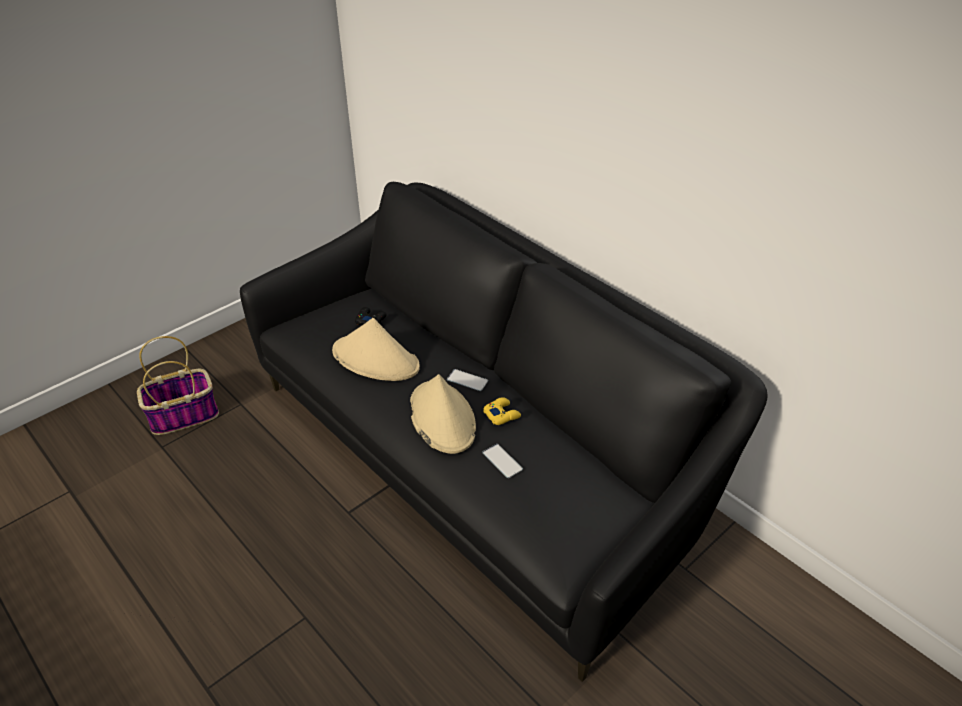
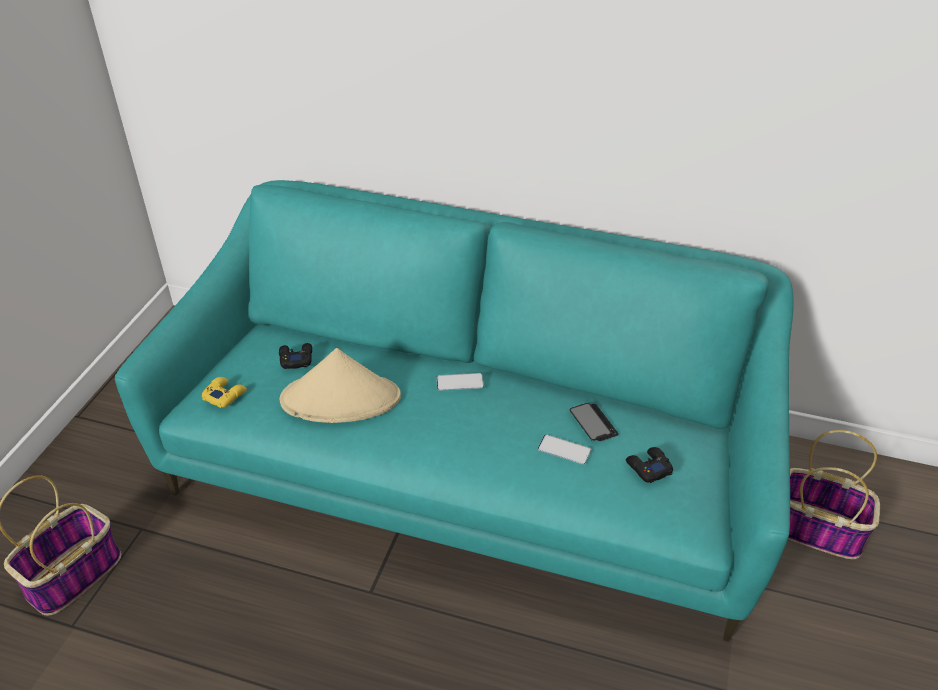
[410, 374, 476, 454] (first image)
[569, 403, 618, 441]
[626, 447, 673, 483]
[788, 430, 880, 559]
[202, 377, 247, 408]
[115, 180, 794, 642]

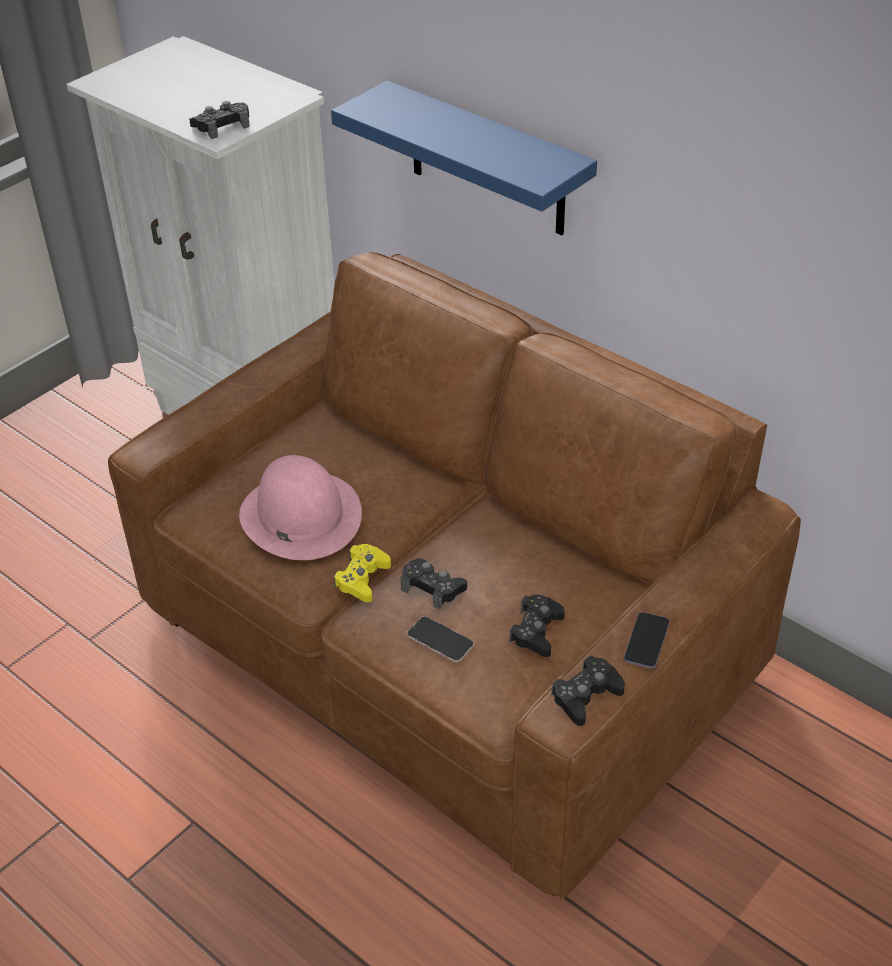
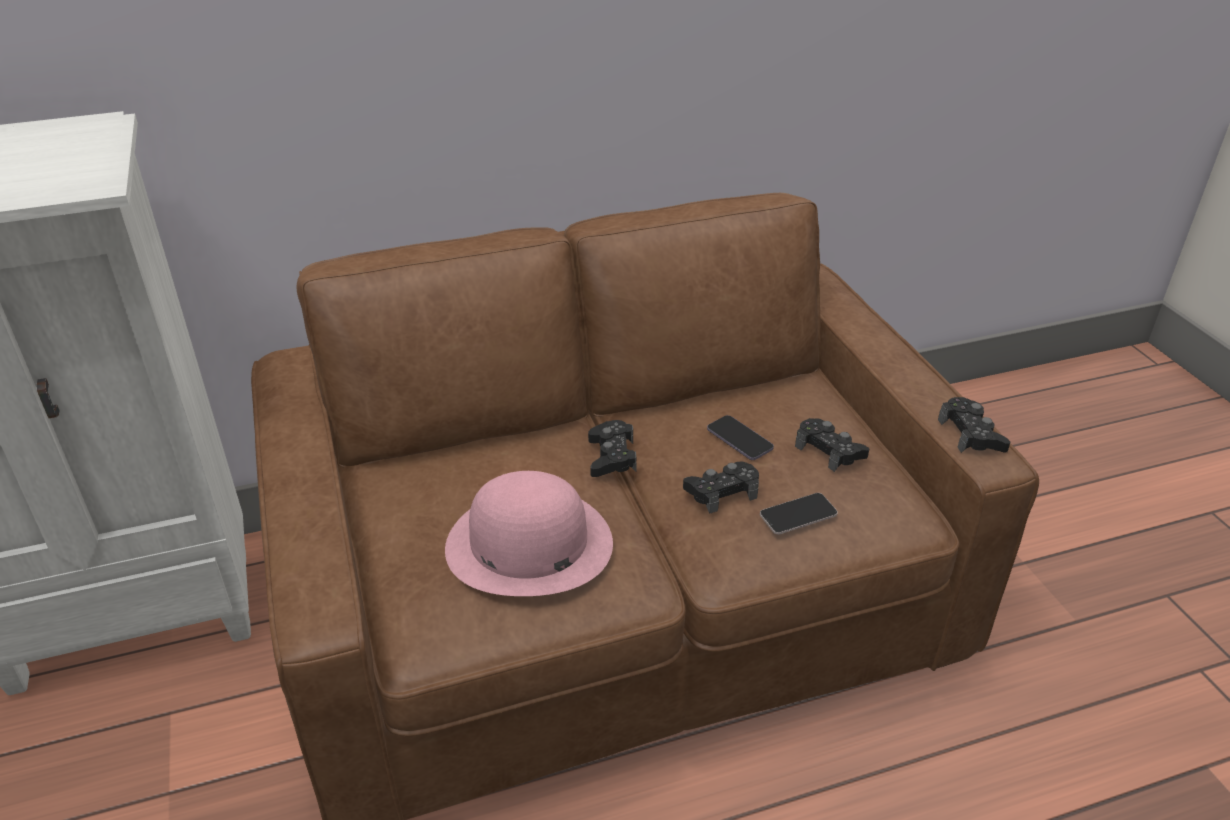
[331, 80, 597, 235] (first image)
[334, 544, 391, 602] (first image)
[588, 420, 637, 477]
[707, 415, 774, 460]

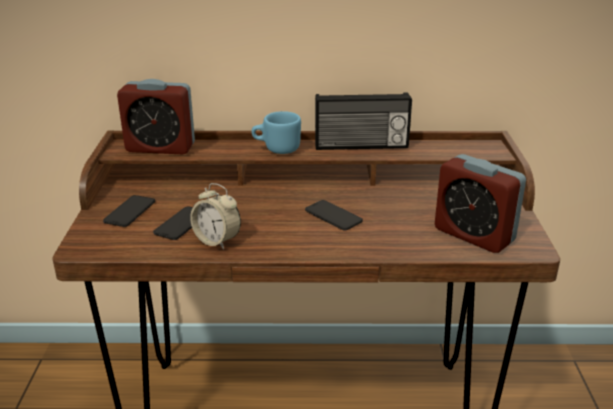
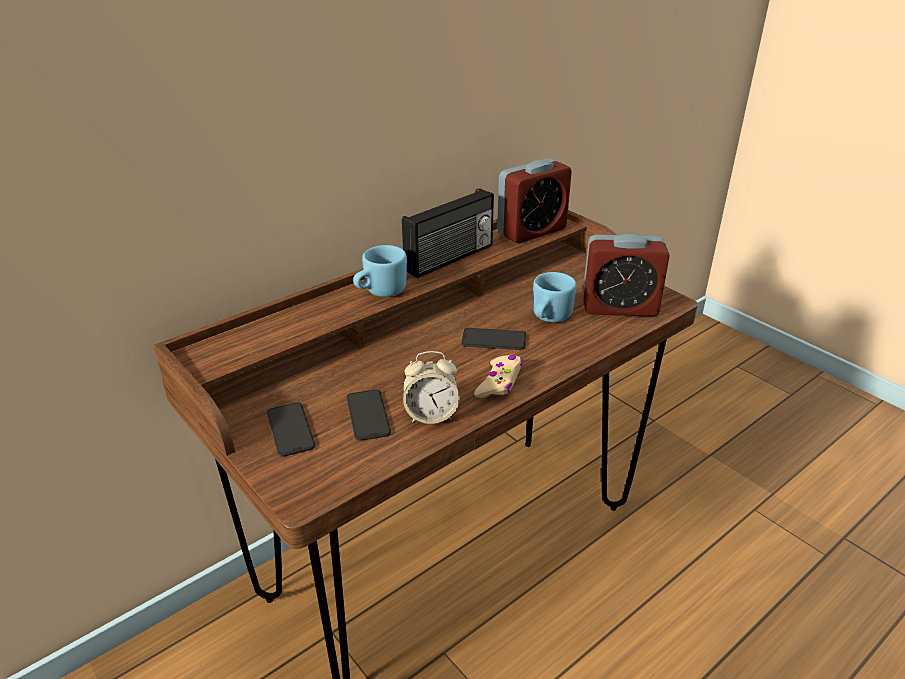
[474, 355, 522, 398]
[533, 272, 577, 323]
[497, 158, 572, 243]

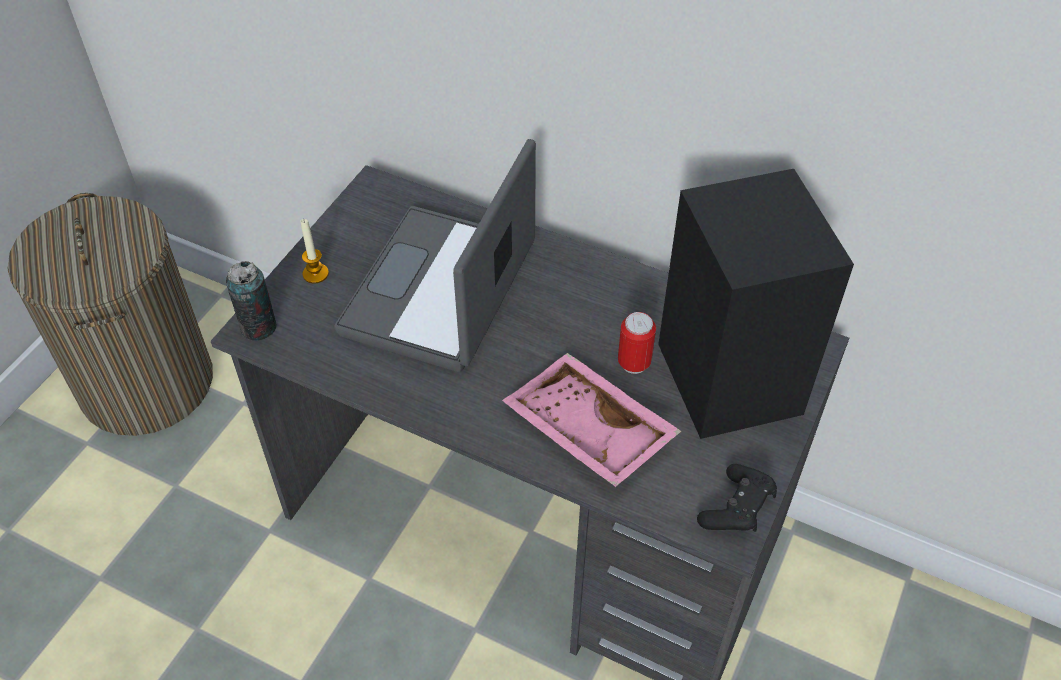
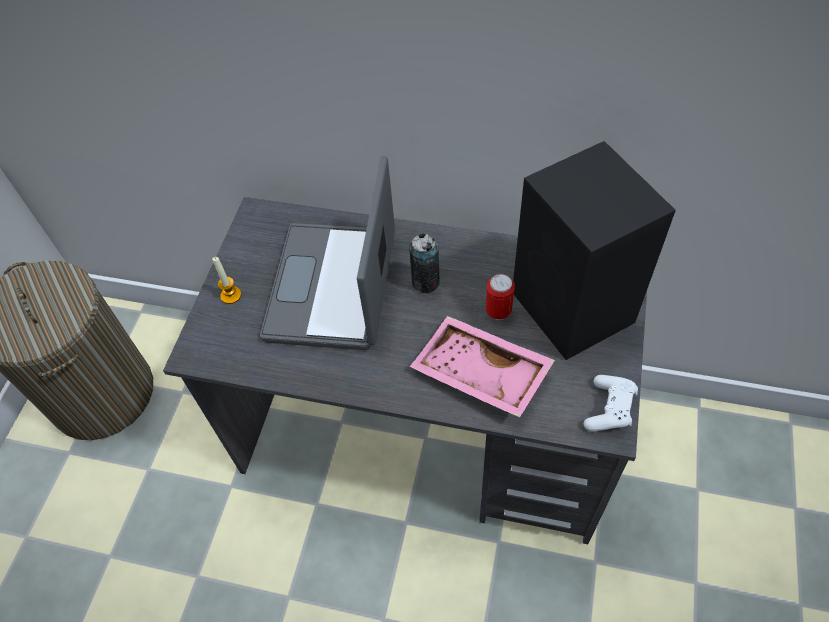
[409, 233, 440, 293]
[584, 375, 638, 432]

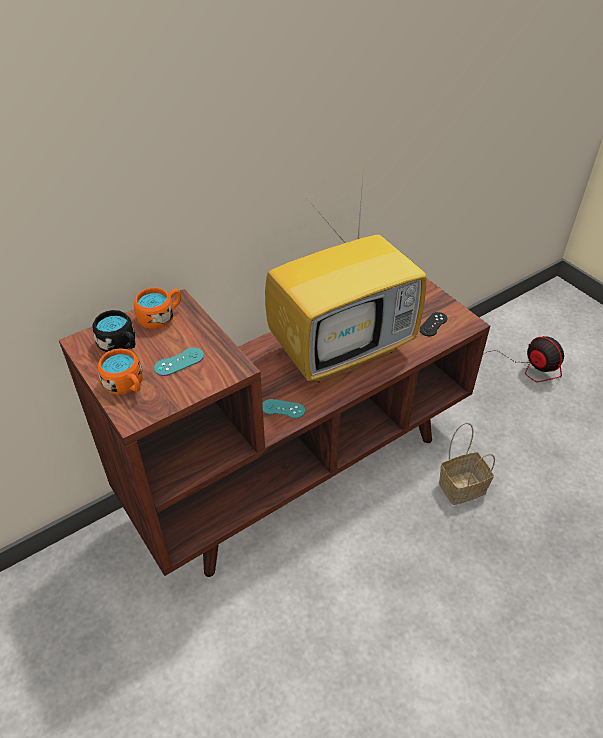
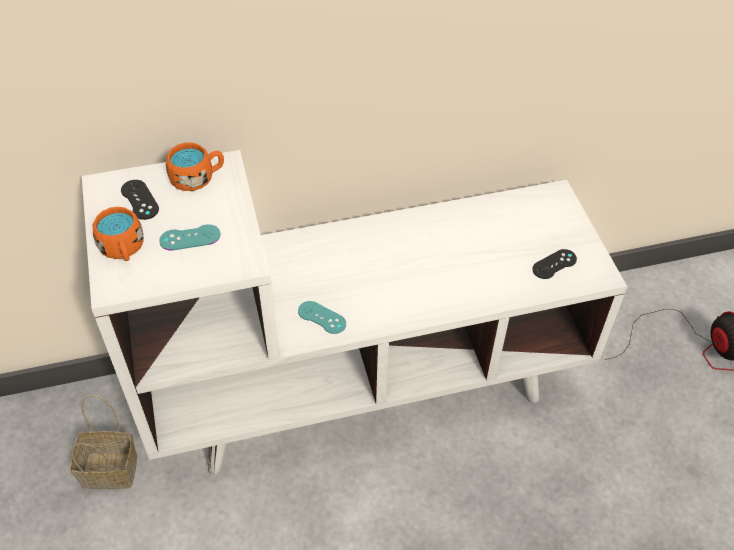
[265, 166, 427, 383] (first image)
[70, 395, 137, 489]
[121, 180, 159, 220]
[82, 150, 627, 475]

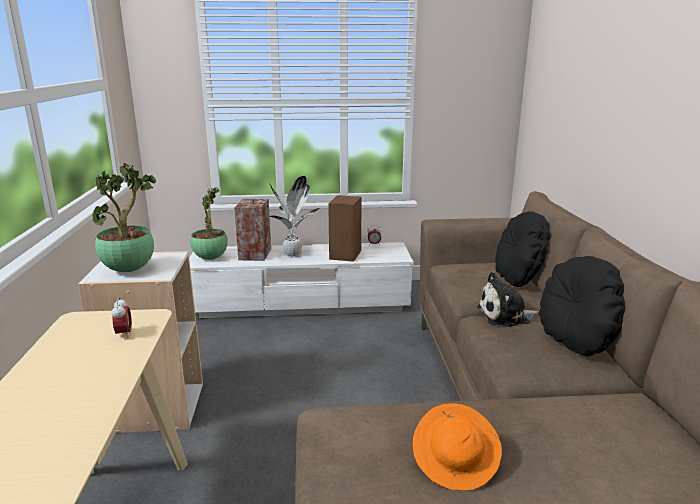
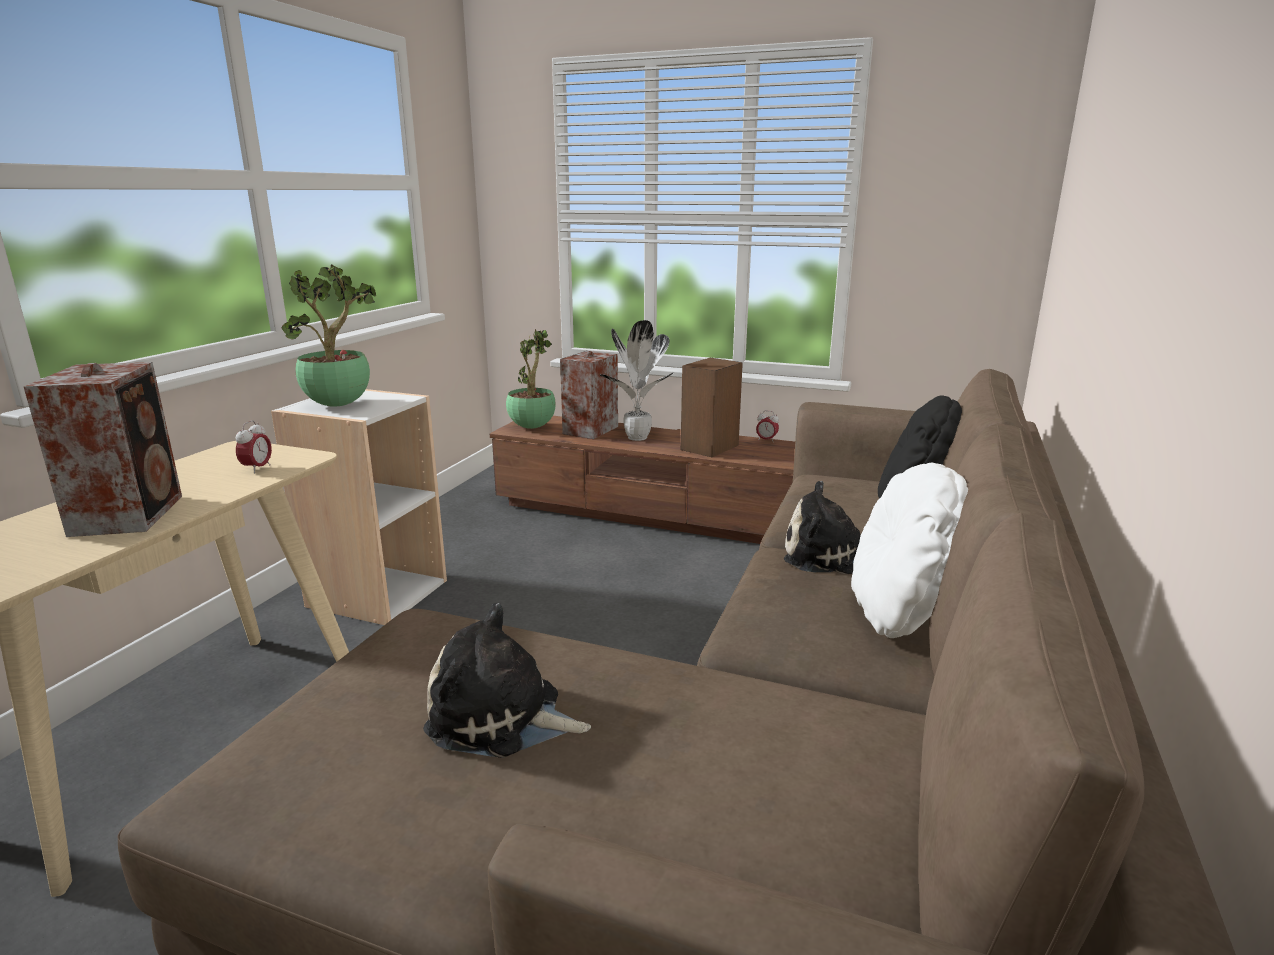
[23, 362, 182, 537]
[423, 603, 591, 758]
[490, 416, 795, 544]
[851, 463, 968, 638]

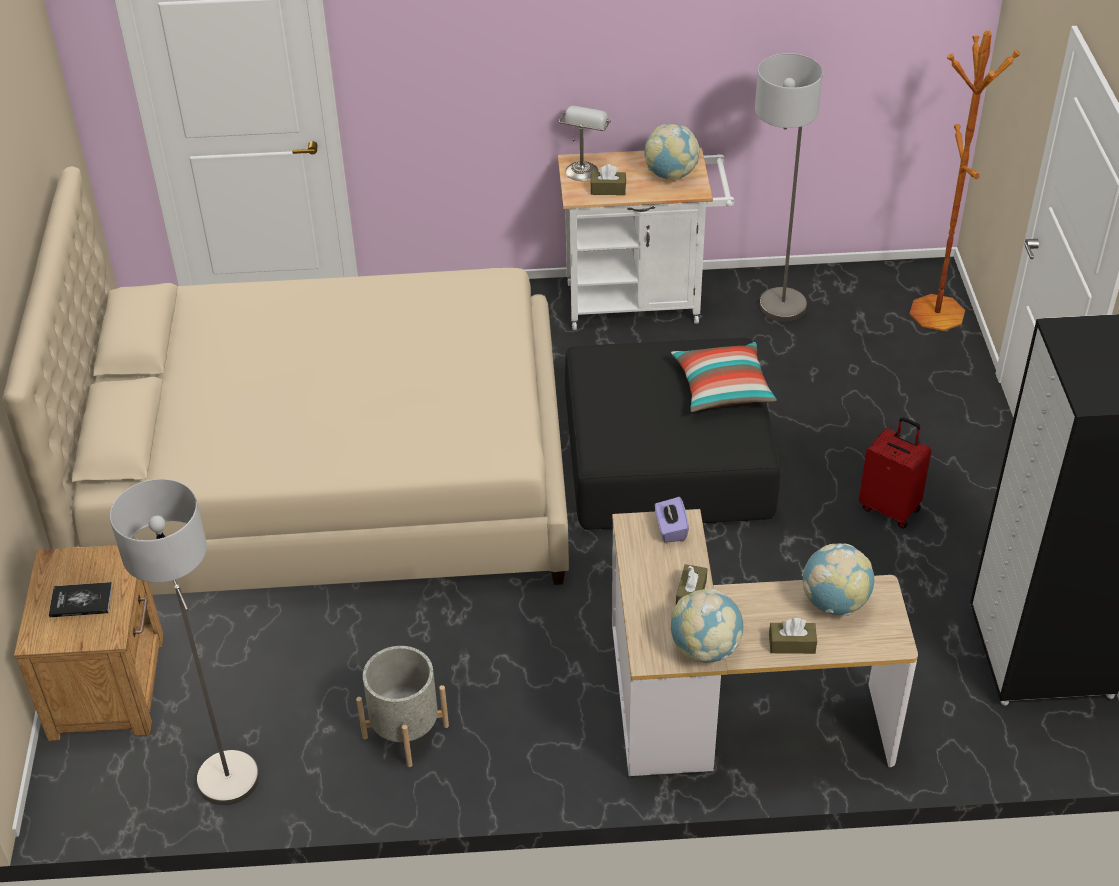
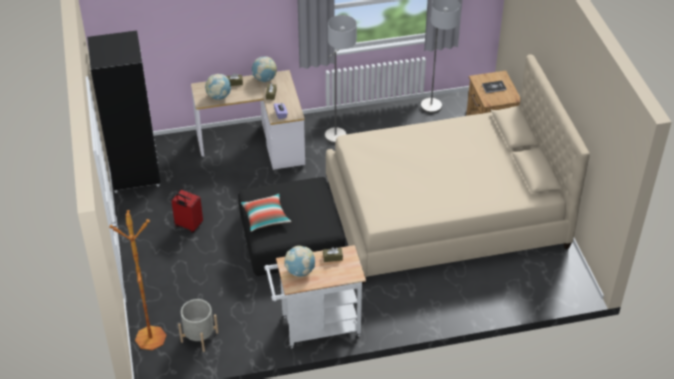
[559, 106, 611, 181] (first image)
[178, 299, 218, 352]
[325, 15, 357, 144]

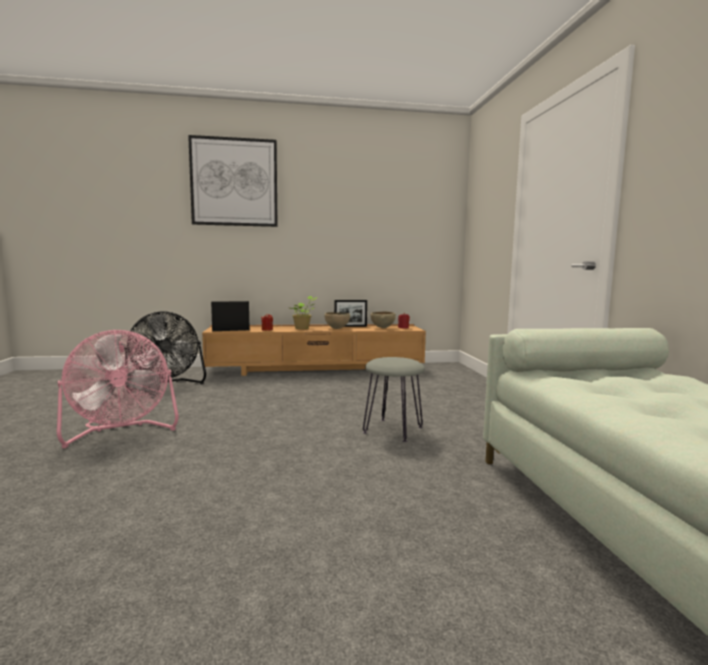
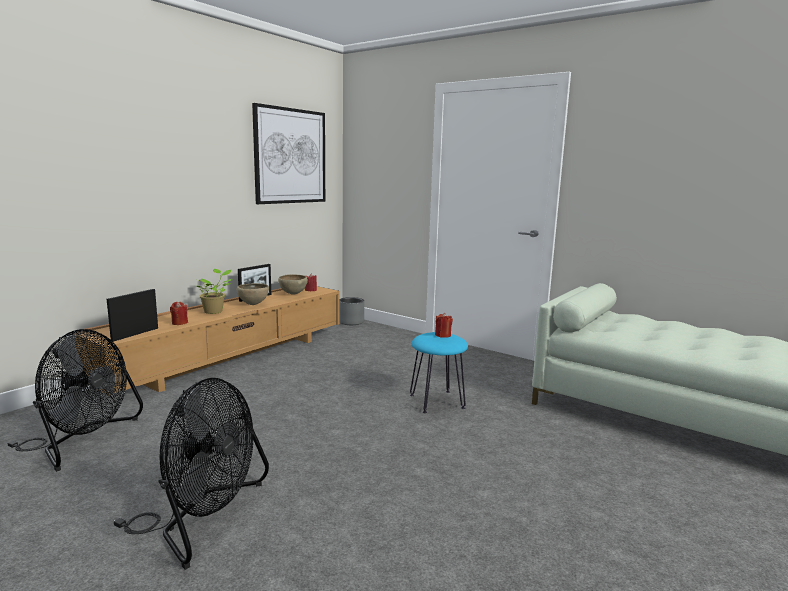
[339, 297, 364, 325]
[435, 313, 453, 338]
[252, 103, 325, 204]
[114, 378, 269, 570]
[410, 332, 468, 413]

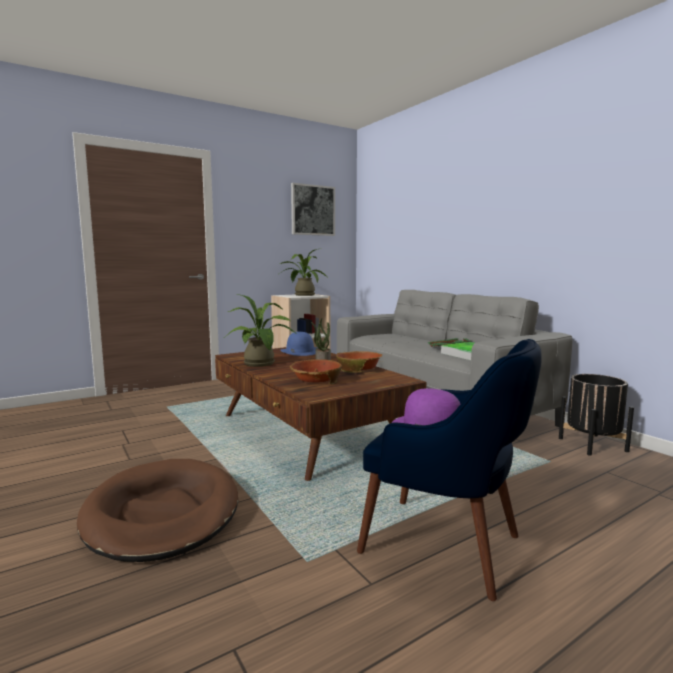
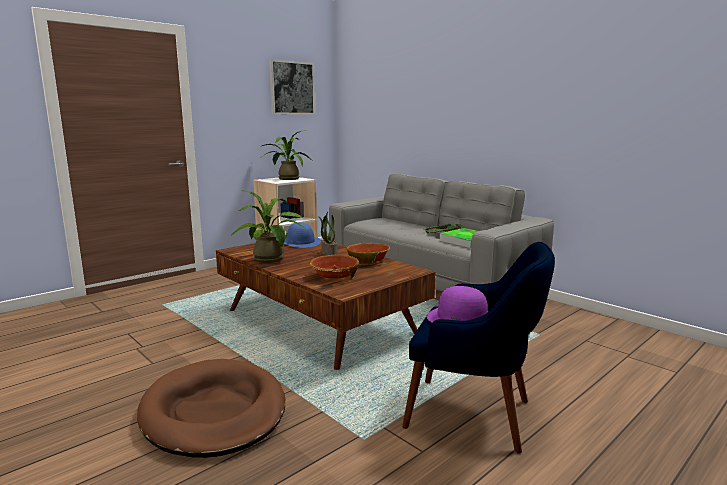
[559, 374, 634, 456] (first image)

